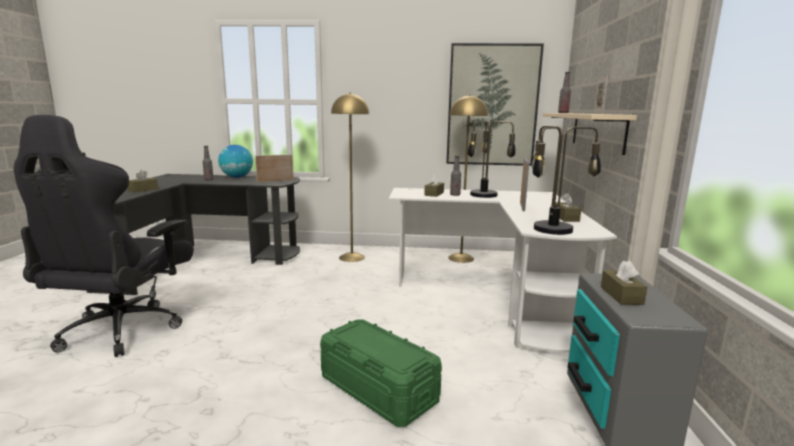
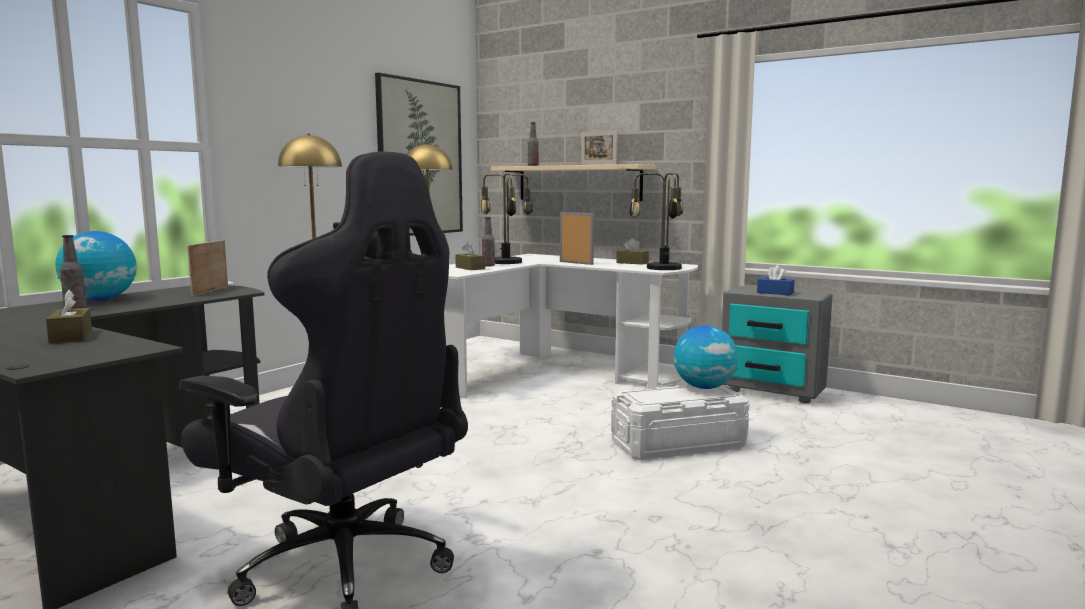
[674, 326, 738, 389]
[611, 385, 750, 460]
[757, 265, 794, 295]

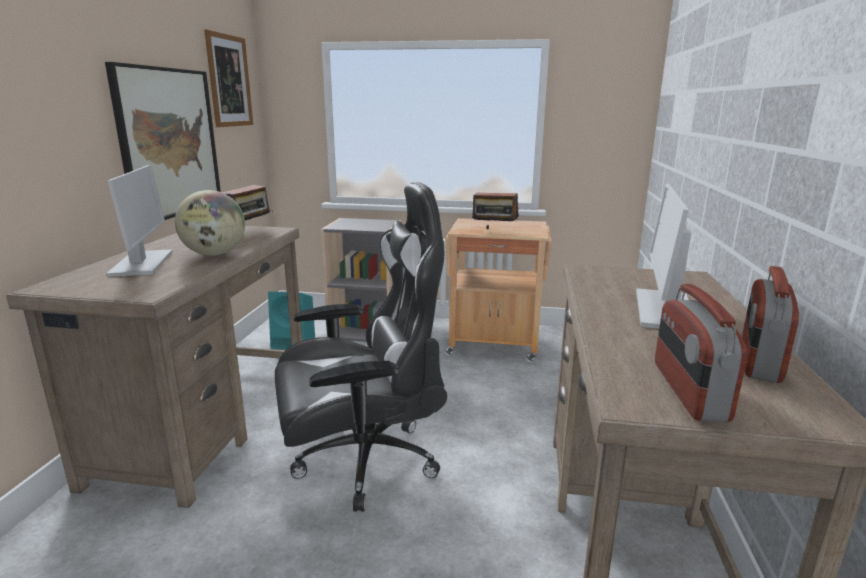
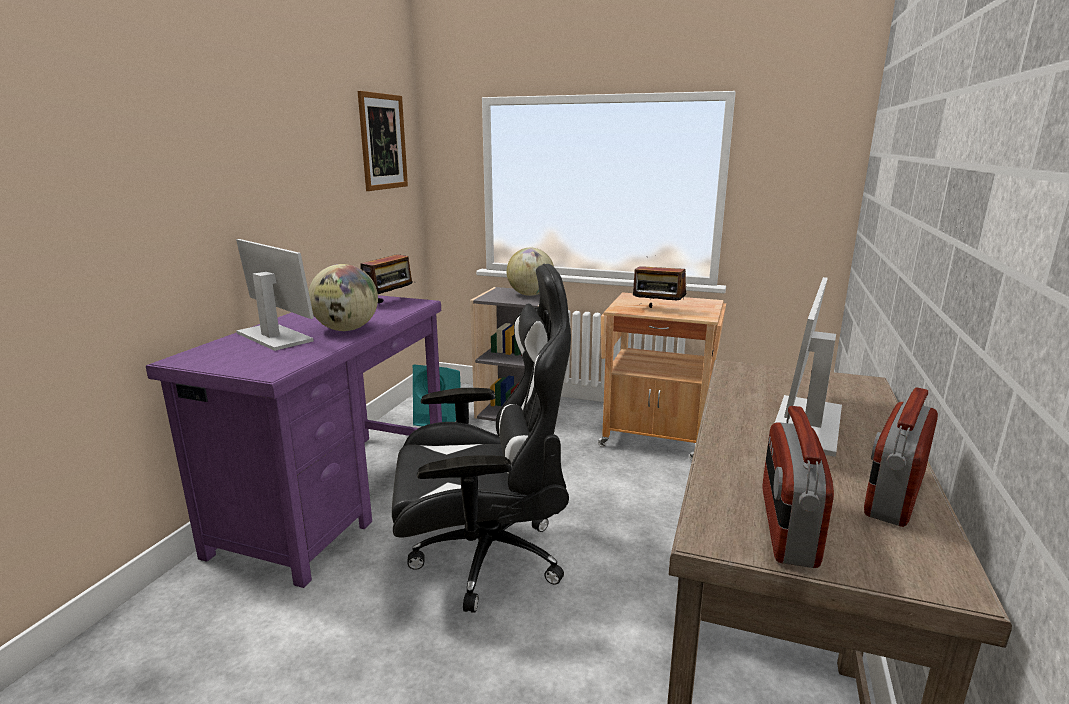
[105, 62, 221, 220] (first image)
[507, 248, 554, 296]
[146, 295, 442, 588]
[236, 239, 314, 351]

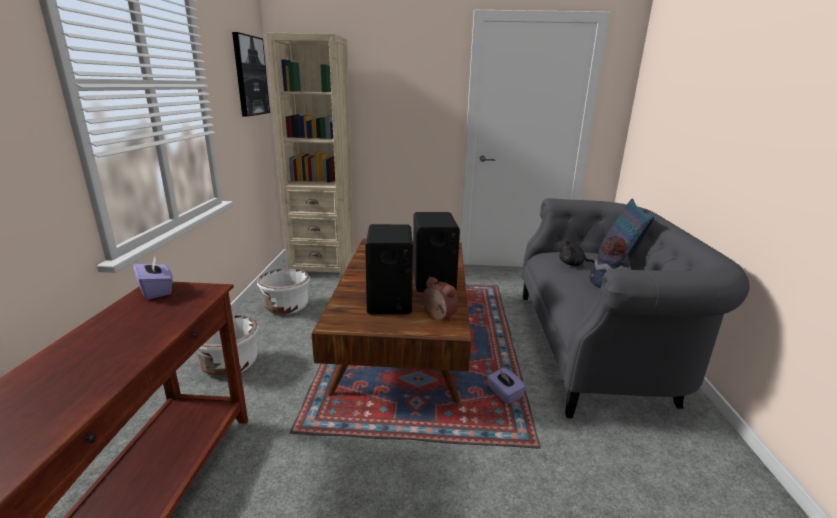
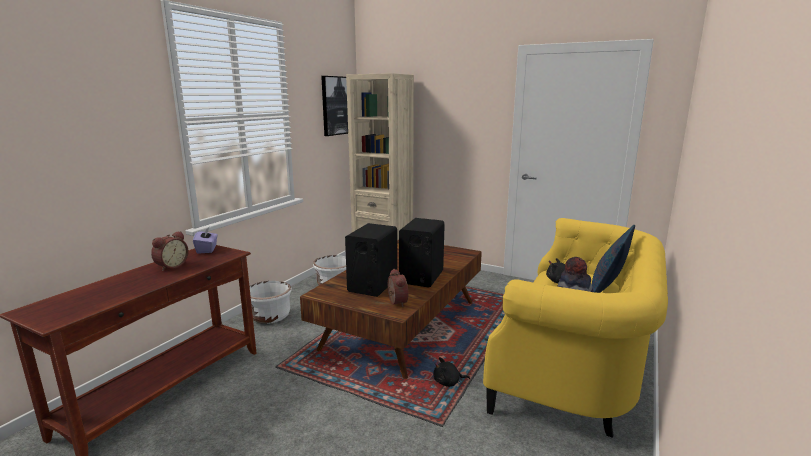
[151, 231, 189, 271]
[433, 357, 470, 387]
[483, 218, 668, 438]

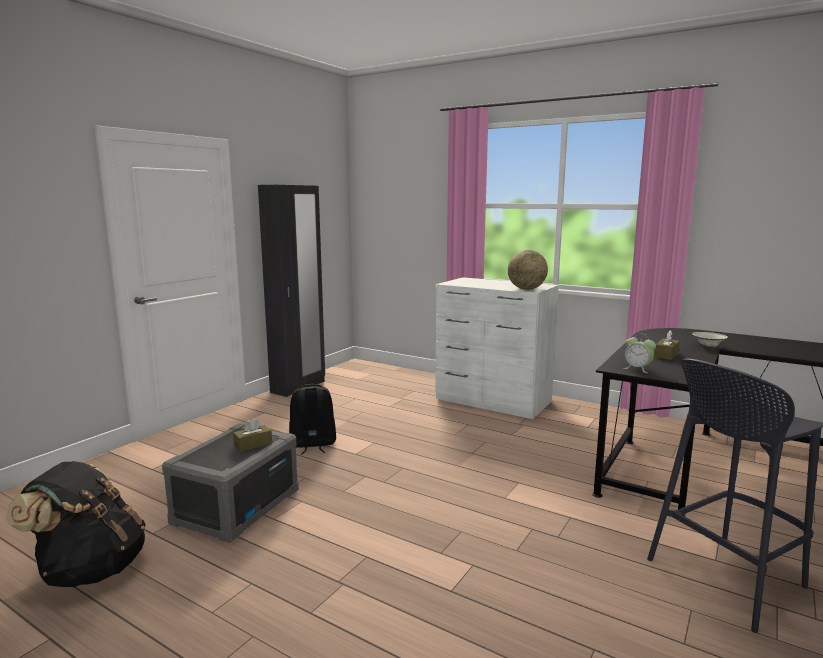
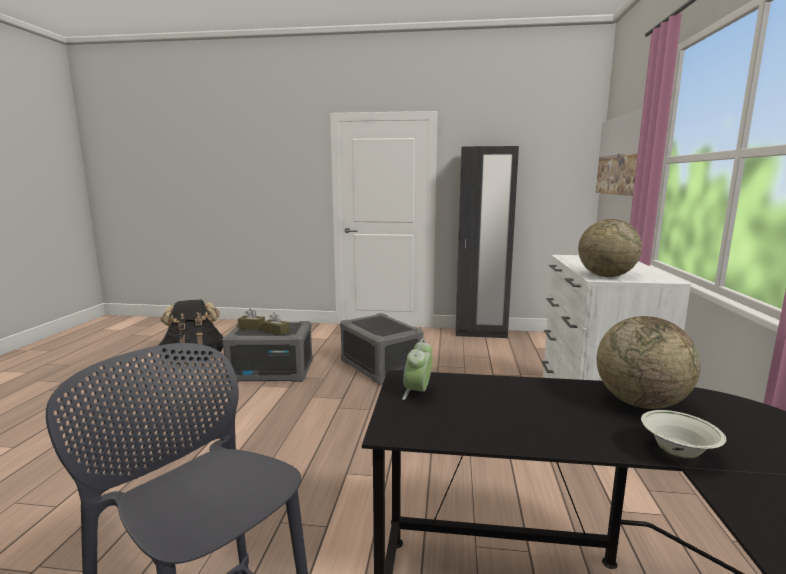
[596, 107, 643, 196]
[596, 316, 701, 409]
[238, 309, 265, 330]
[340, 313, 423, 385]

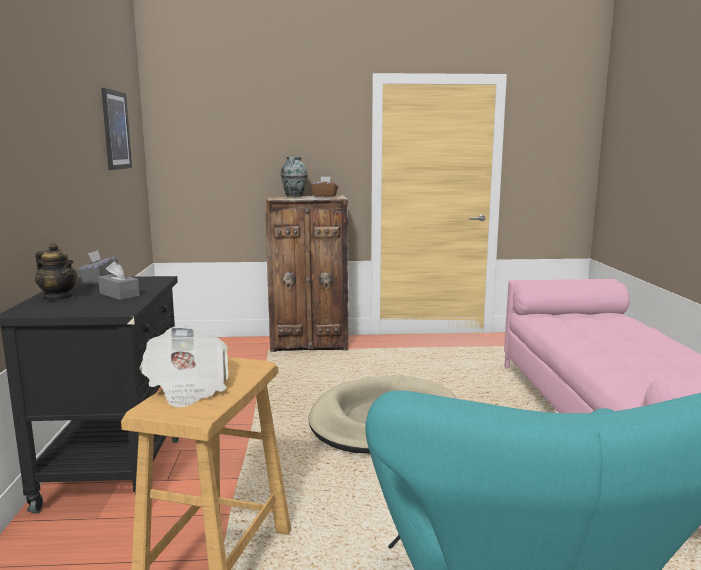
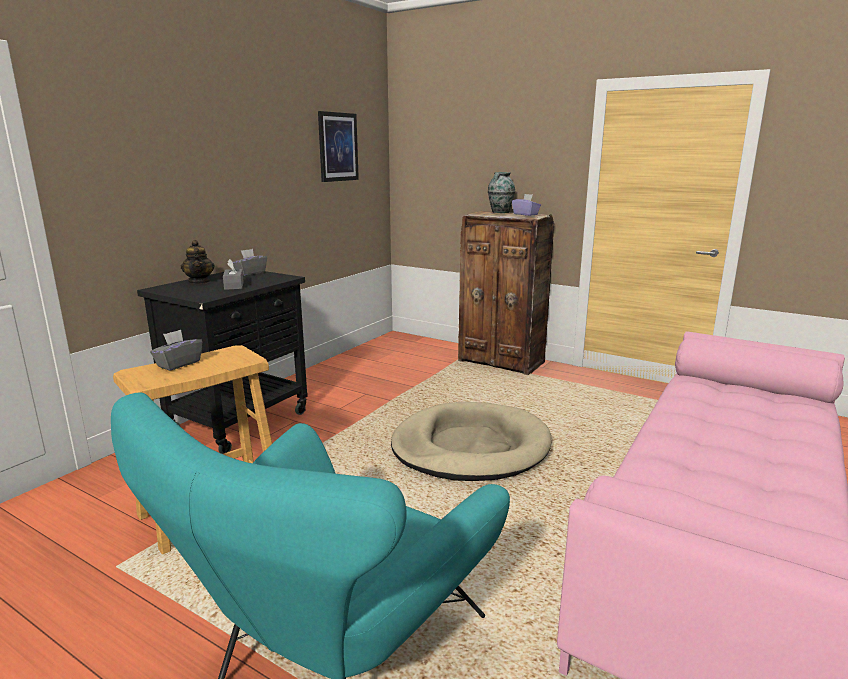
[150, 330, 202, 371]
[512, 194, 541, 216]

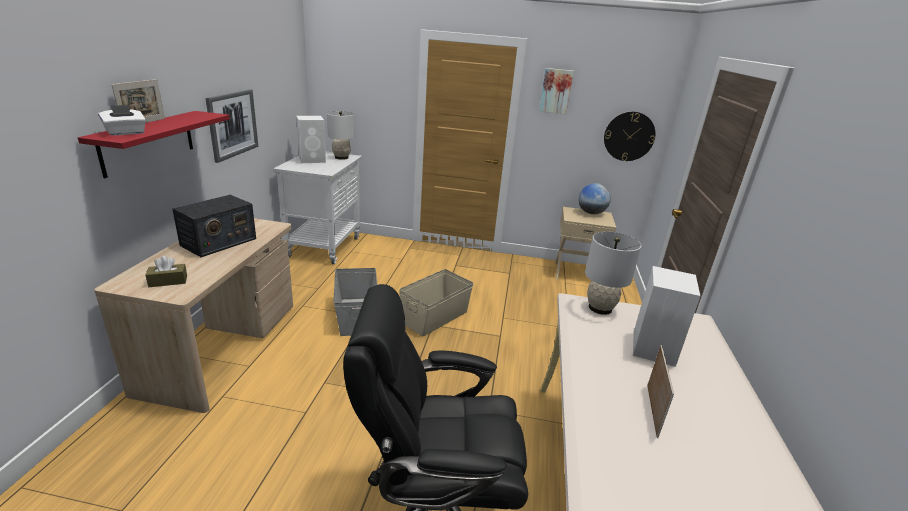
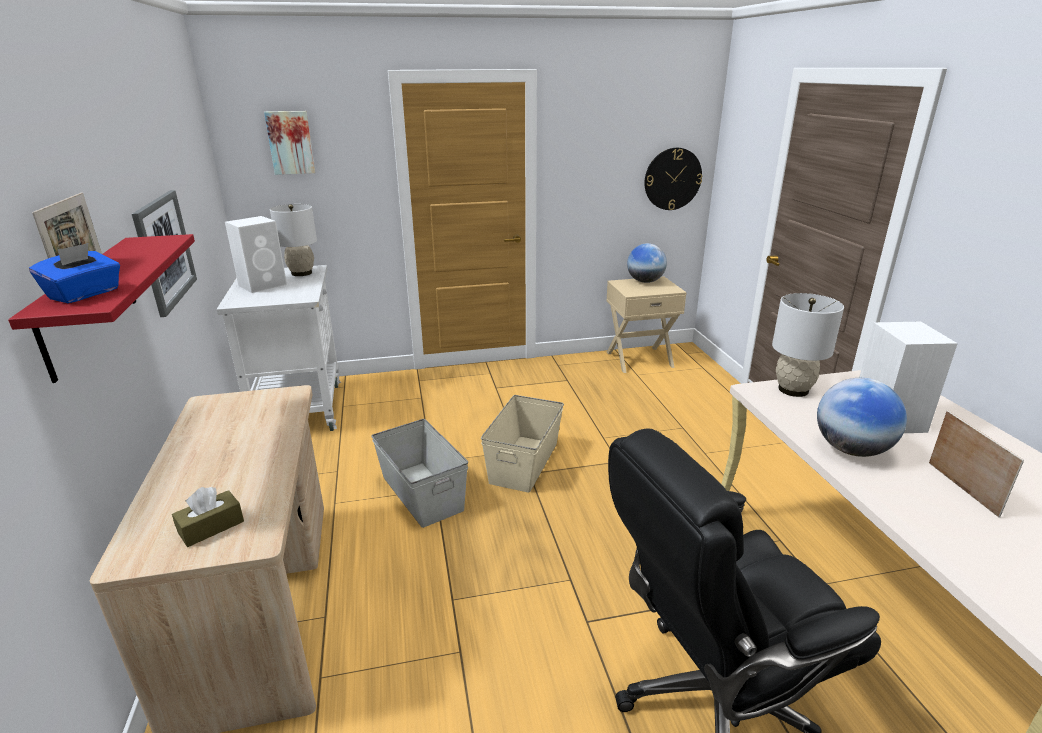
[172, 195, 256, 257] (first image)
[817, 378, 907, 457]
[264, 111, 315, 175]
[29, 243, 120, 303]

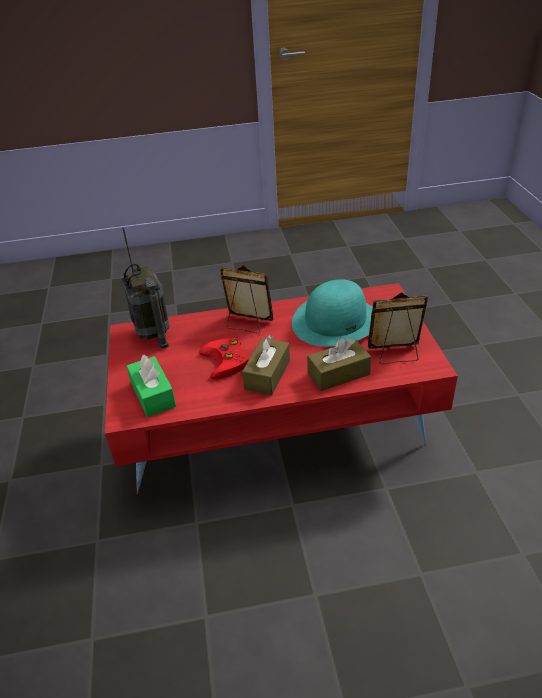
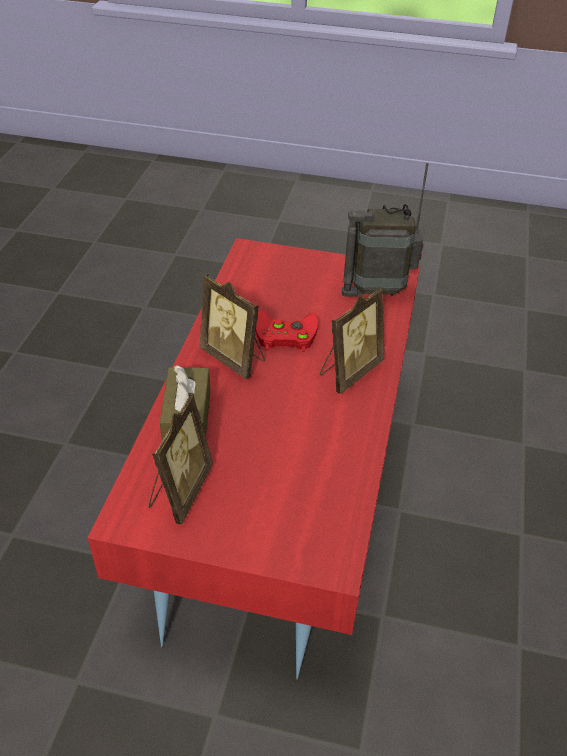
[126, 355, 176, 417] (first image)
[292, 279, 373, 347] (first image)
[200, 274, 265, 380]

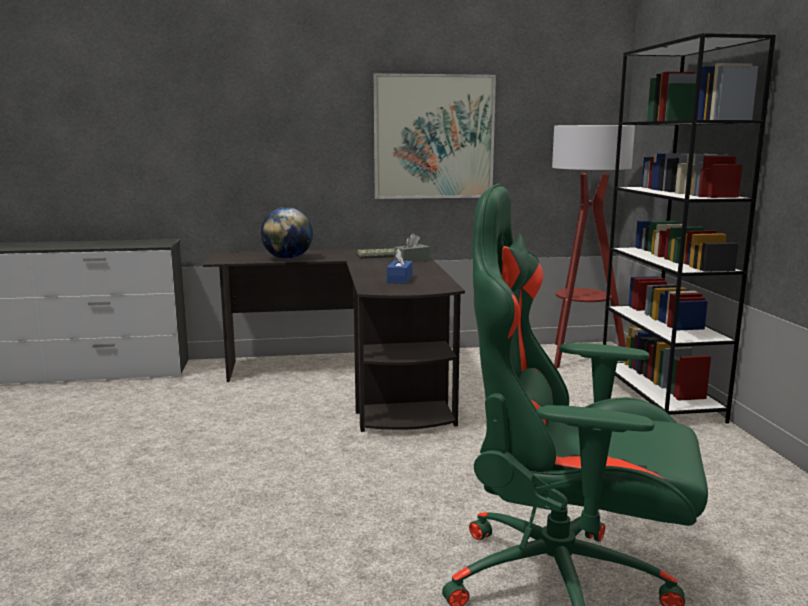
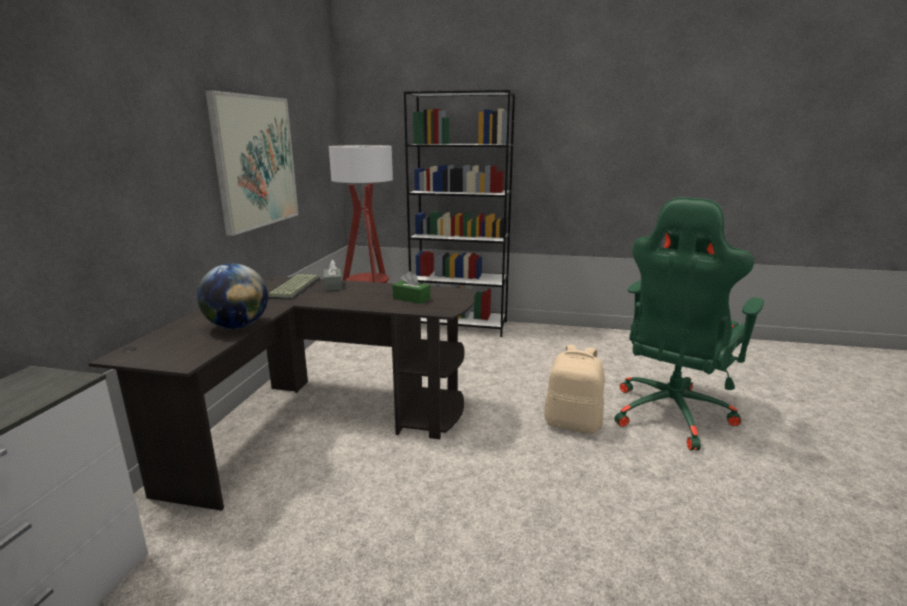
[544, 345, 604, 434]
[392, 271, 430, 304]

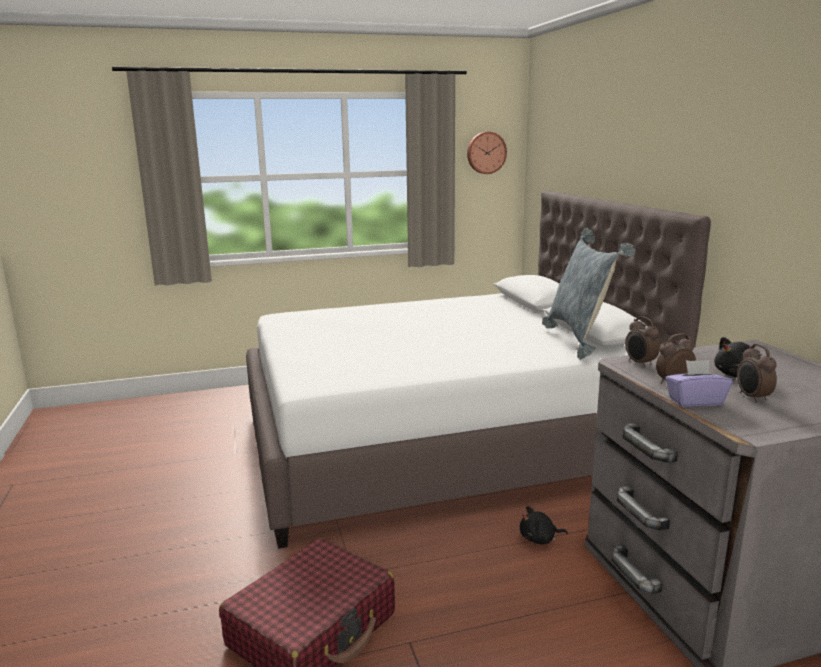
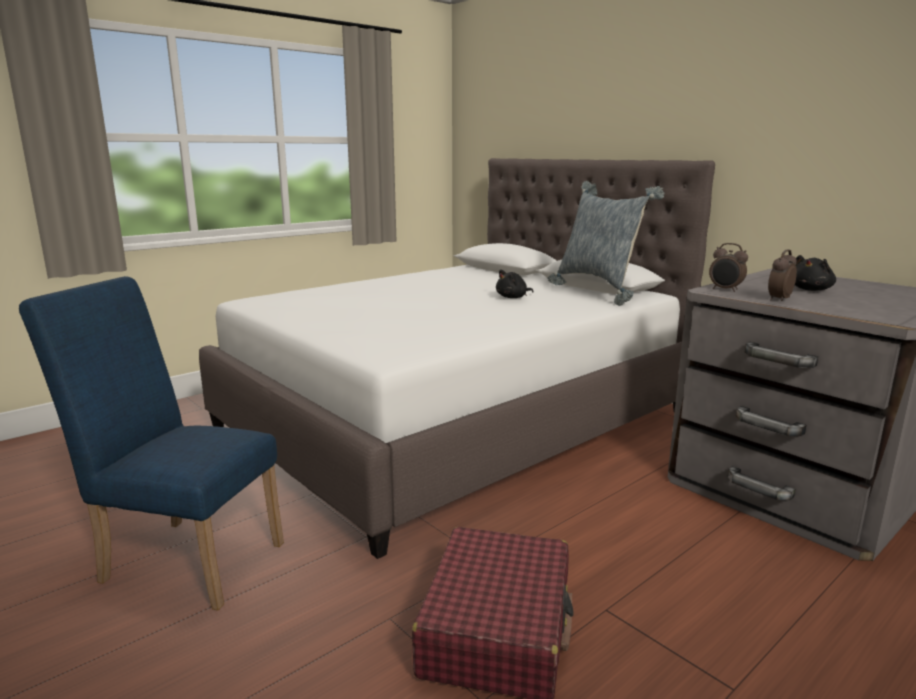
[467, 132, 507, 174] (first image)
[665, 360, 733, 407] (first image)
[737, 344, 777, 403] (first image)
[19, 276, 284, 611]
[496, 269, 534, 298]

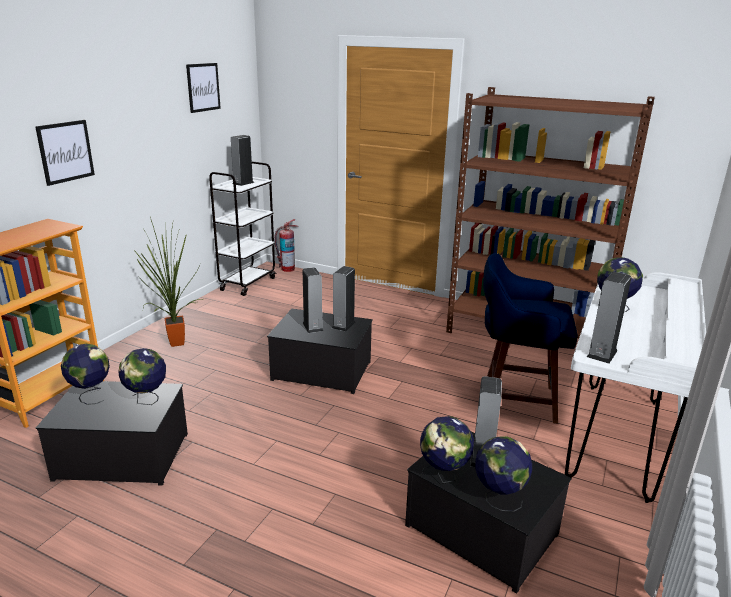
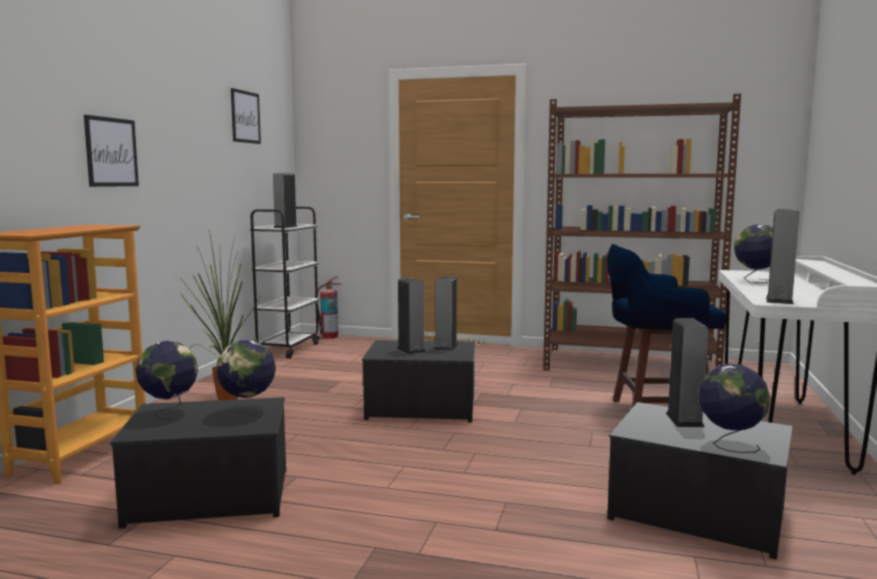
[420, 416, 474, 483] (first image)

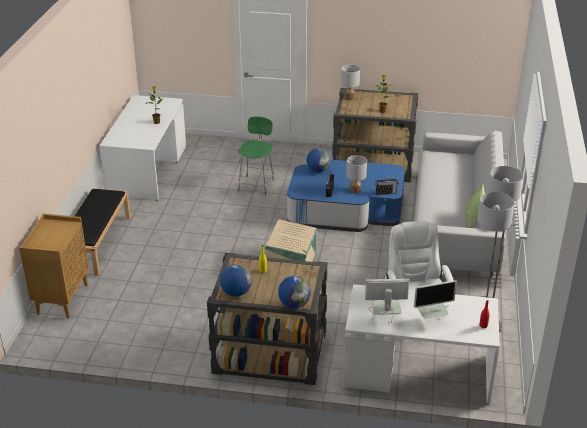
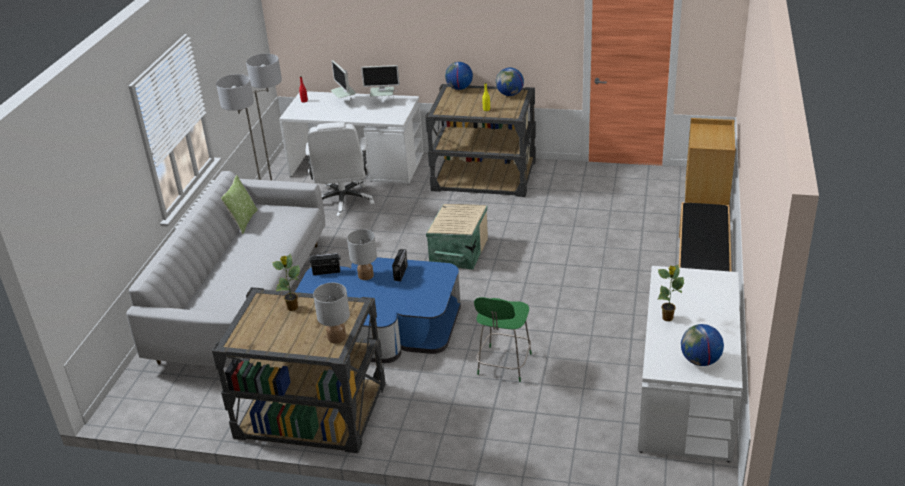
[681, 324, 724, 366]
[331, 60, 356, 100]

